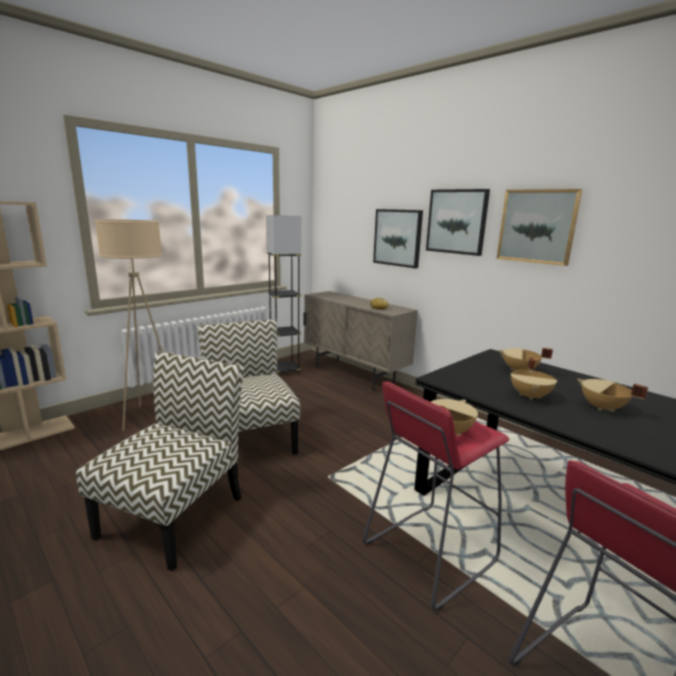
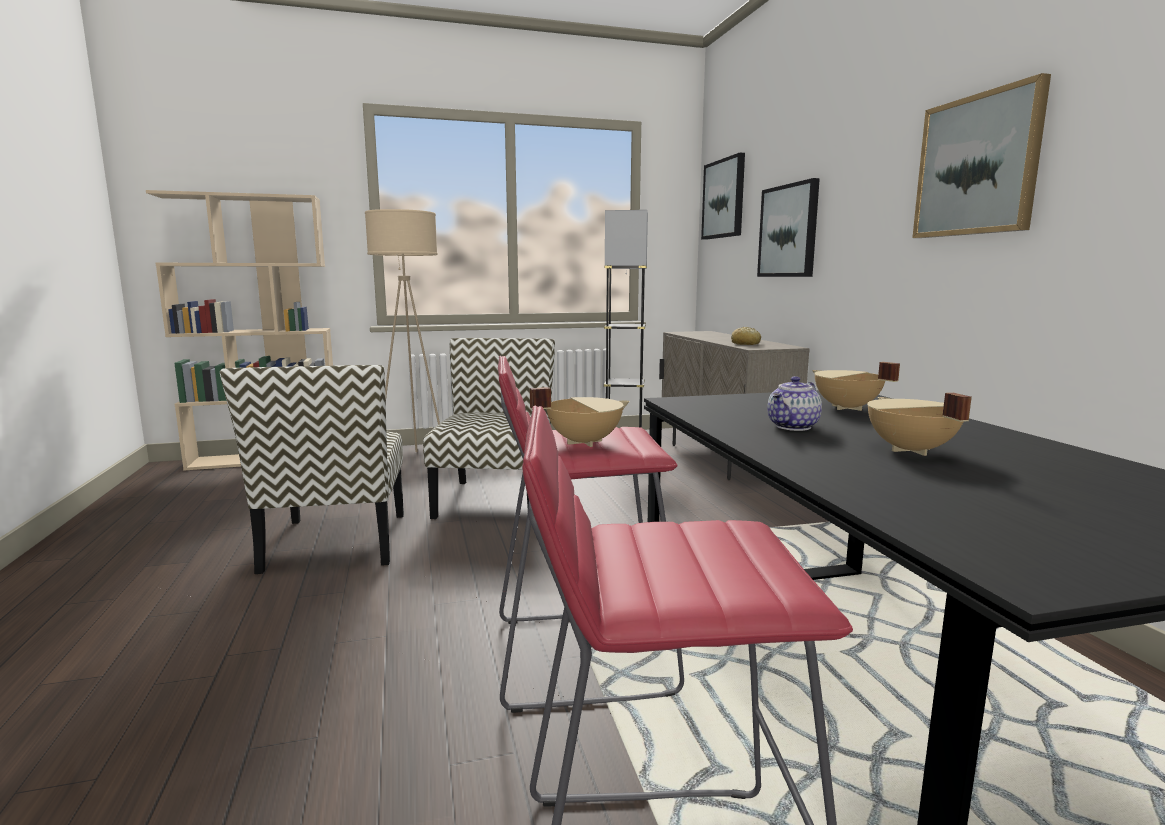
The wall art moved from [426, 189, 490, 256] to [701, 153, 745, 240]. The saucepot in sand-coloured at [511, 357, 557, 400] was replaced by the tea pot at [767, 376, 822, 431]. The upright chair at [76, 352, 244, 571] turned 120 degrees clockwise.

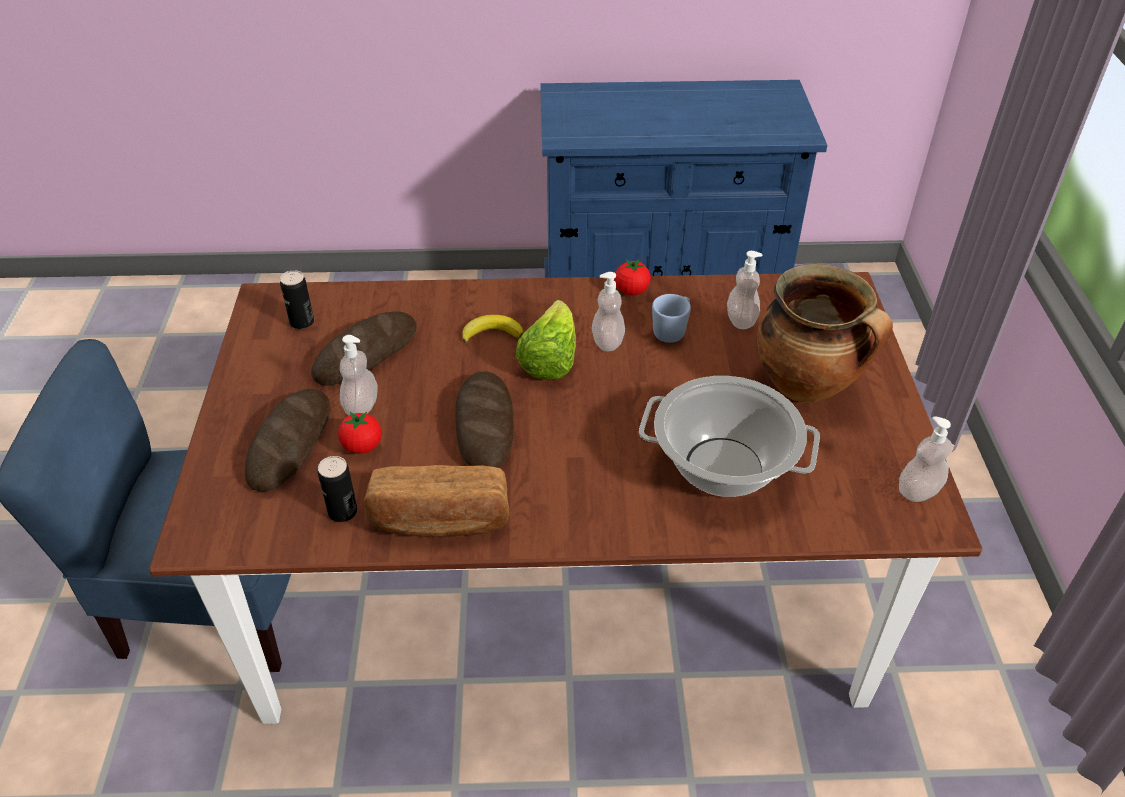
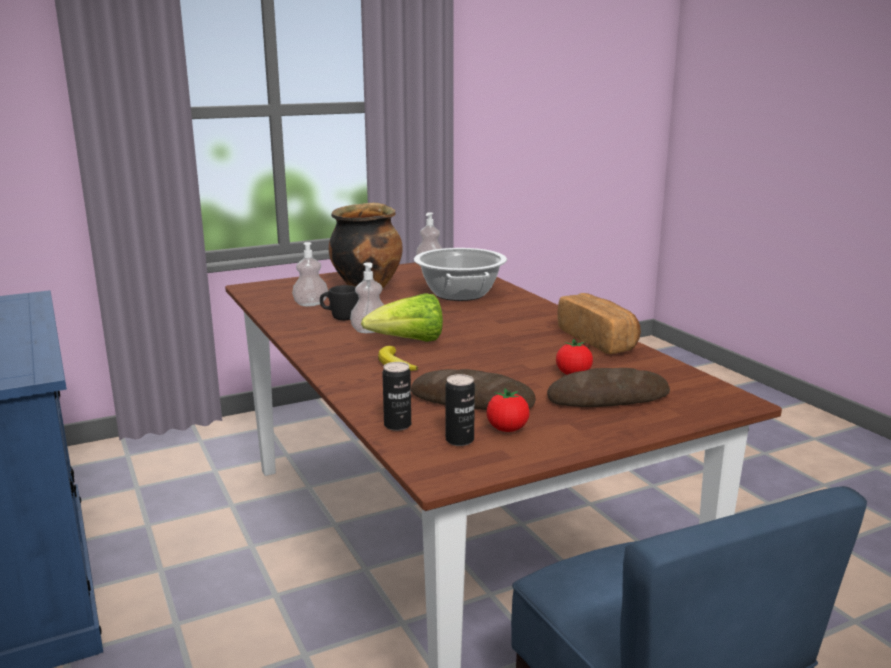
The soap dispenser at [340, 335, 378, 415] disappeared. The bread at [455, 371, 514, 468] disappeared. The sealed can moved from [318, 456, 358, 522] to [382, 362, 411, 431]. The whole tomato moved from [614, 259, 651, 295] to [487, 388, 529, 432]. The mug in blue-coloured at [652, 294, 691, 343] became the mug in black at [320, 285, 359, 320].

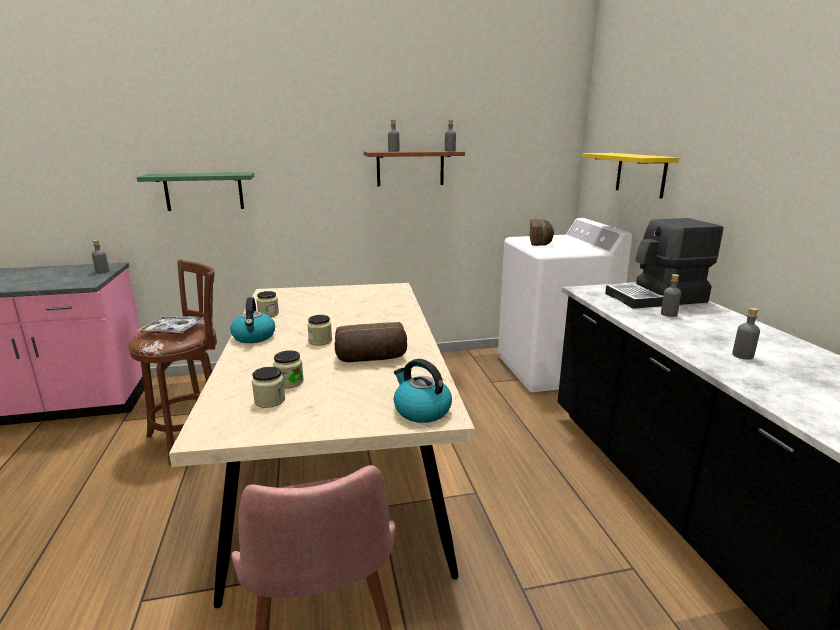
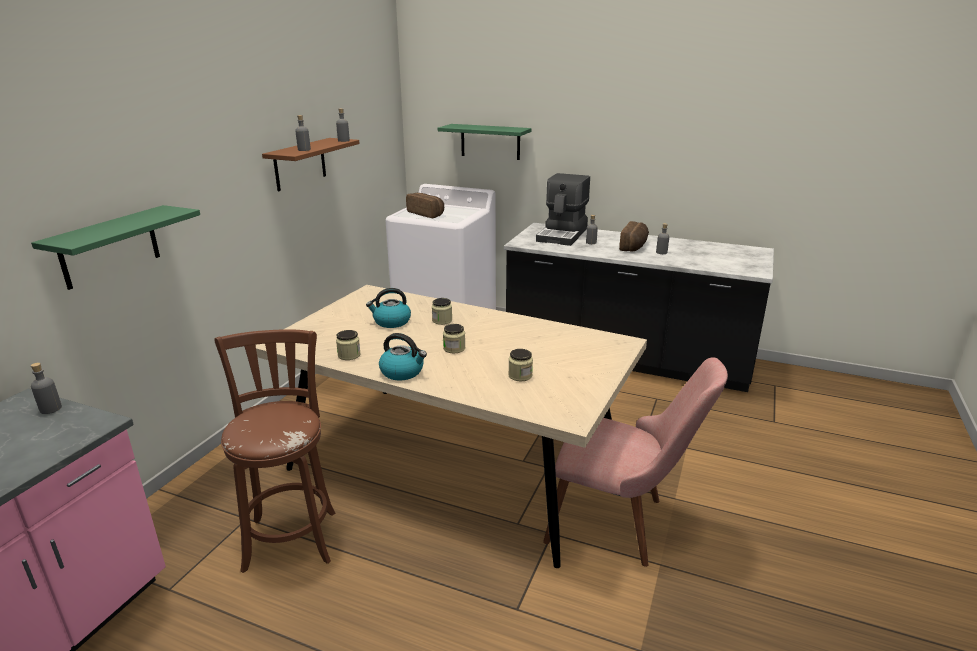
The tray at [137, 316, 204, 335] disappeared. The preserve jar moved from [252, 367, 285, 408] to [432, 298, 452, 325]. The bread moved from [335, 322, 407, 362] to [619, 221, 649, 252]. The water kettle moved from [394, 359, 452, 423] to [366, 288, 411, 328]. The wall shelf in yellowish at [582, 153, 679, 199] became the wall shelf in green at [438, 124, 532, 160].

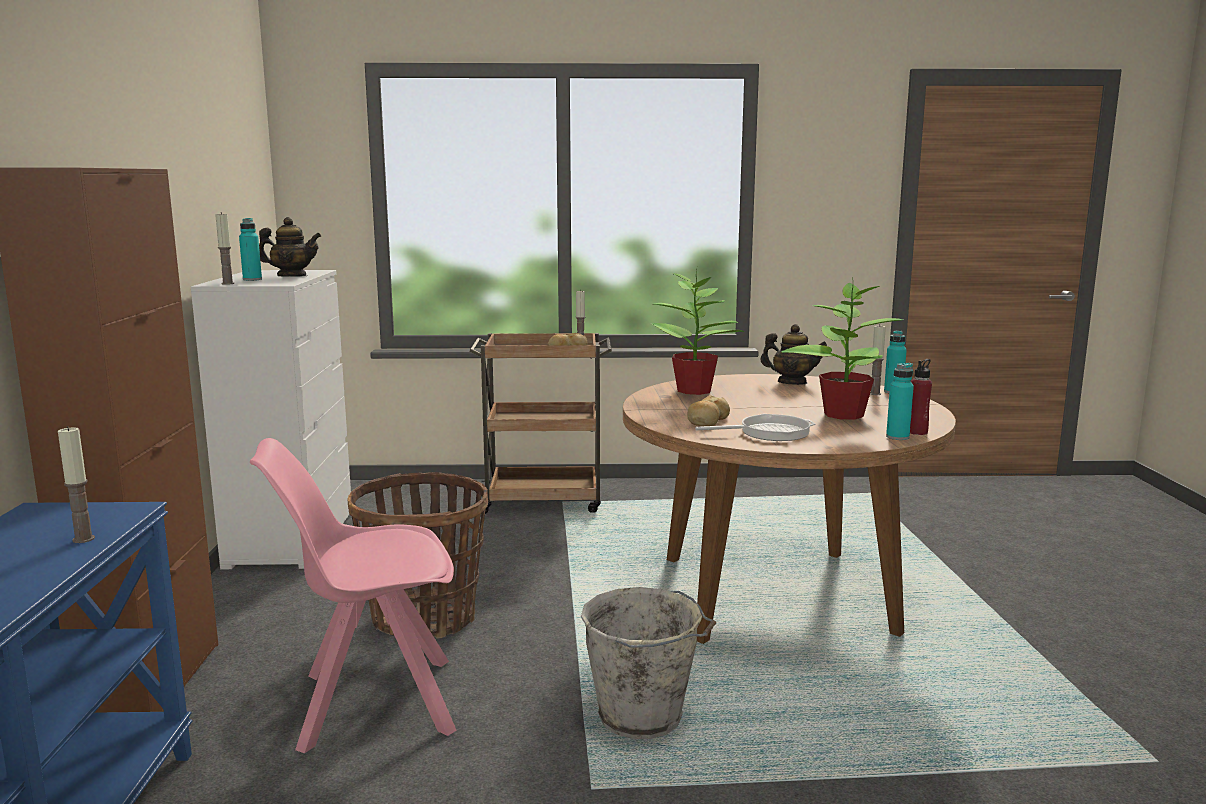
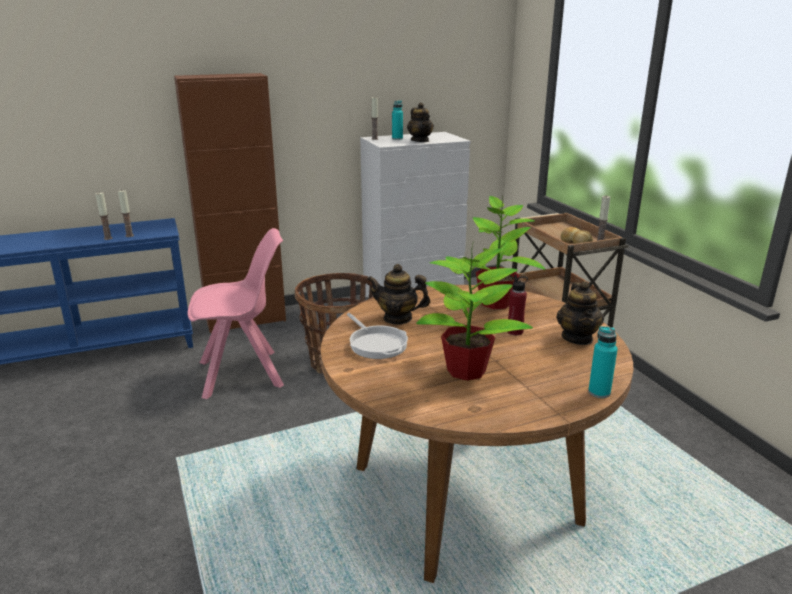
The pail in greyish at [581, 587, 716, 739] disappeared. The drink bottle in turquoise at [886, 363, 914, 440] disappeared. The wax light moved from [870, 324, 886, 395] to [96, 192, 112, 240]. The drink bottle in red-coloured moved from [910, 359, 932, 435] to [507, 275, 528, 335]. The bread at [688, 395, 730, 426] was replaced by the tea pot at [367, 264, 430, 325]. The upright chair in pink at [250, 438, 457, 753] turned 105 degrees clockwise.

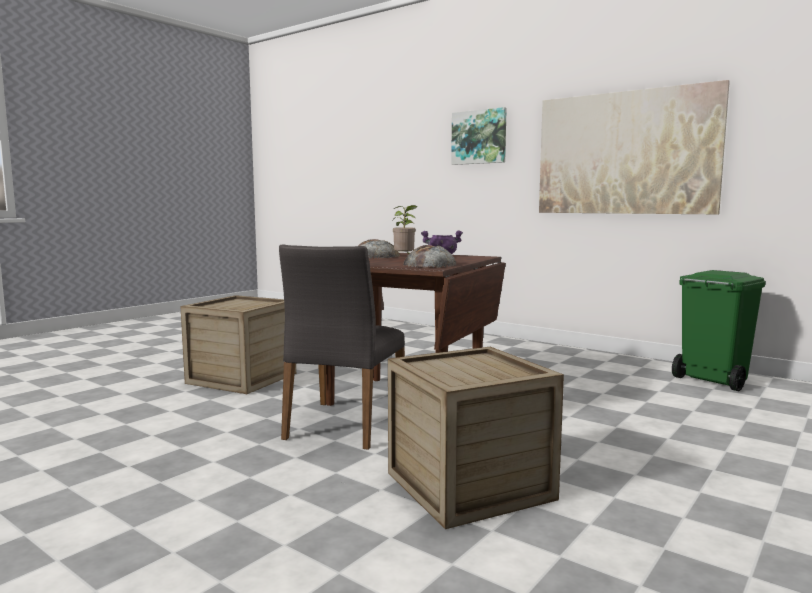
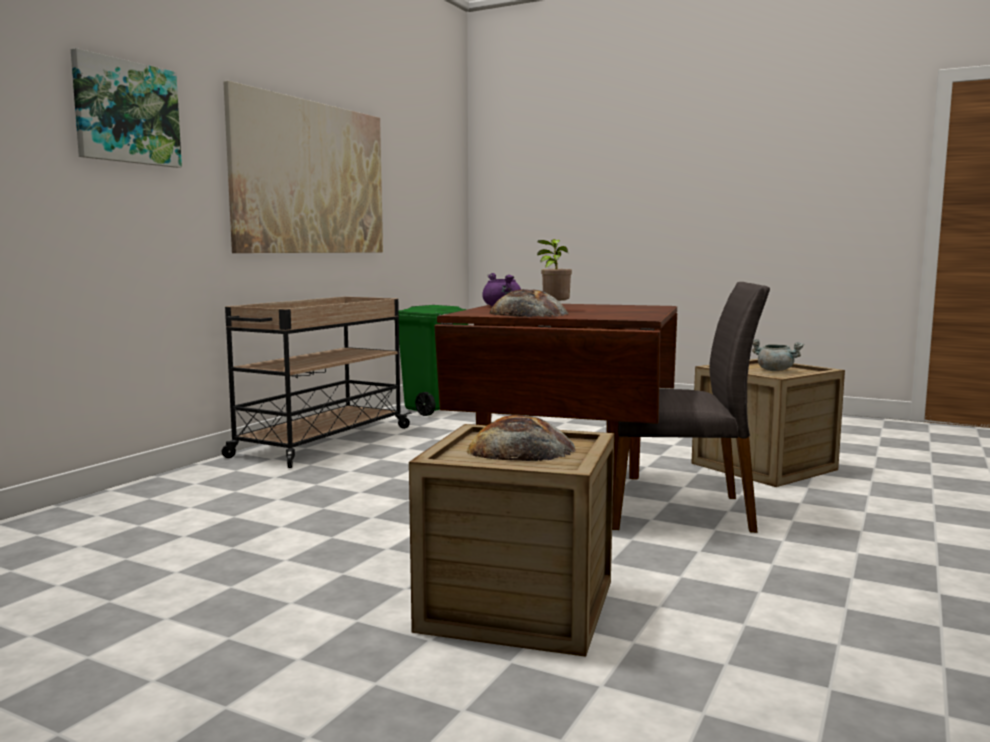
The trolley in sand-coloured at [222, 297, 412, 468] appeared. The saucepot in greyish at [752, 339, 804, 371] appeared. The bread moved from [403, 245, 457, 268] to [467, 415, 575, 461].

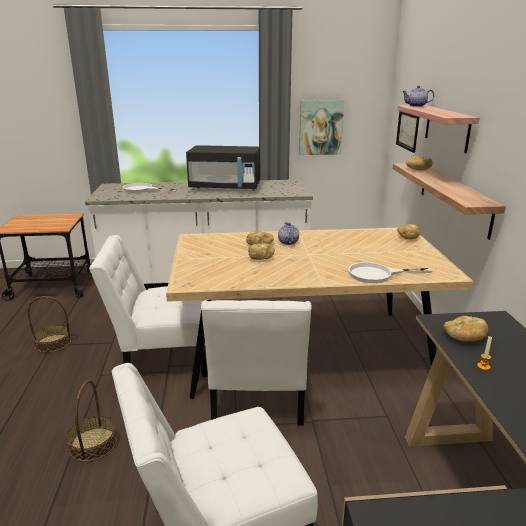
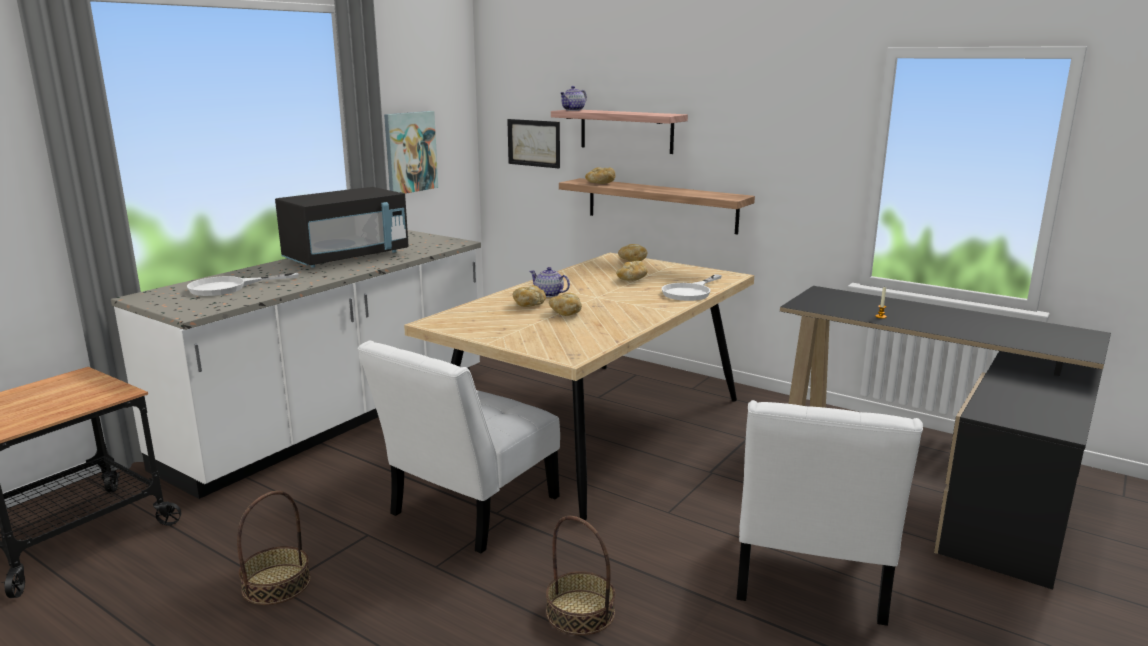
The upright chair in white at [201, 300, 311, 426] disappeared. The bread moved from [444, 316, 488, 341] to [616, 261, 648, 281].

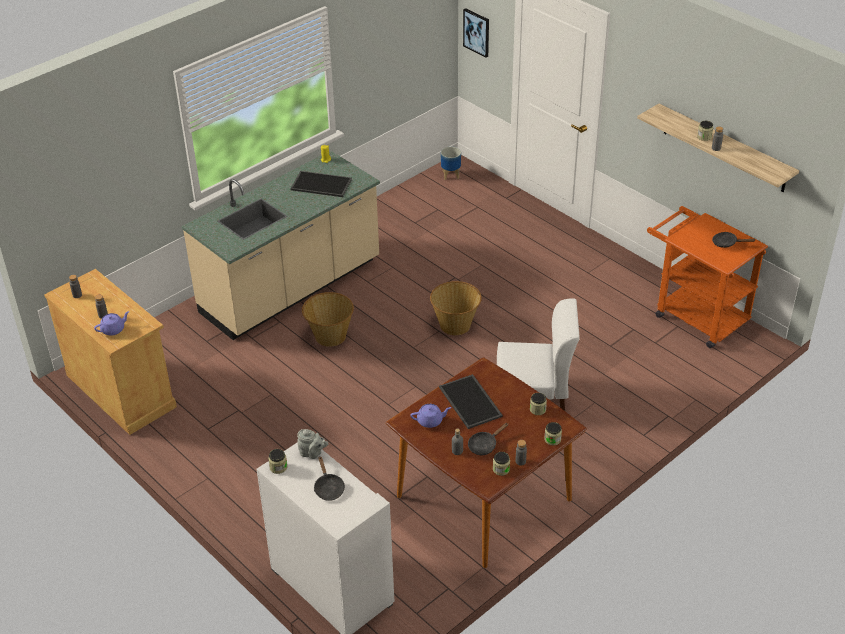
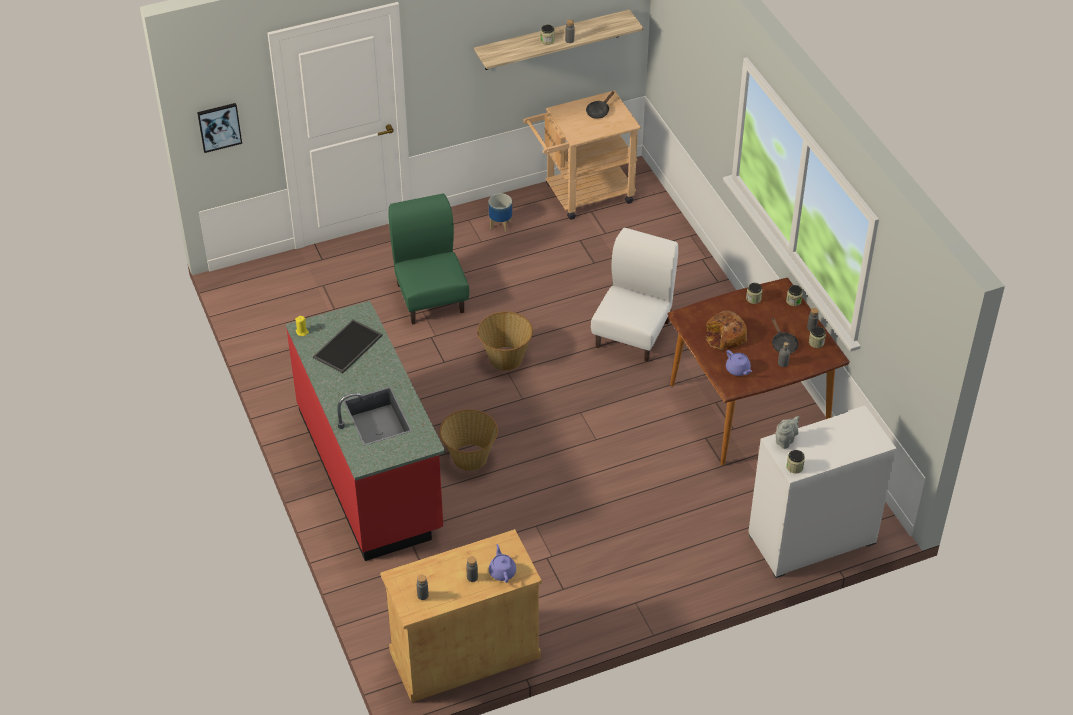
The frying pan in black at [314, 456, 345, 501] disappeared. The upright chair in green at [389, 194, 470, 325] appeared. The flower pot moved from [441, 147, 461, 180] to [489, 193, 512, 232]. The tray at [439, 374, 503, 429] was replaced by the bread at [704, 310, 747, 351]. The counter in sand-coloured at [182, 151, 380, 340] became the counter in red-coloured at [286, 301, 445, 561]. The trolley in orangey at [647, 206, 768, 348] became the trolley in sand-coloured at [523, 90, 641, 220]. The tea pot in purple at [411, 404, 451, 428] turned 135 degrees clockwise.

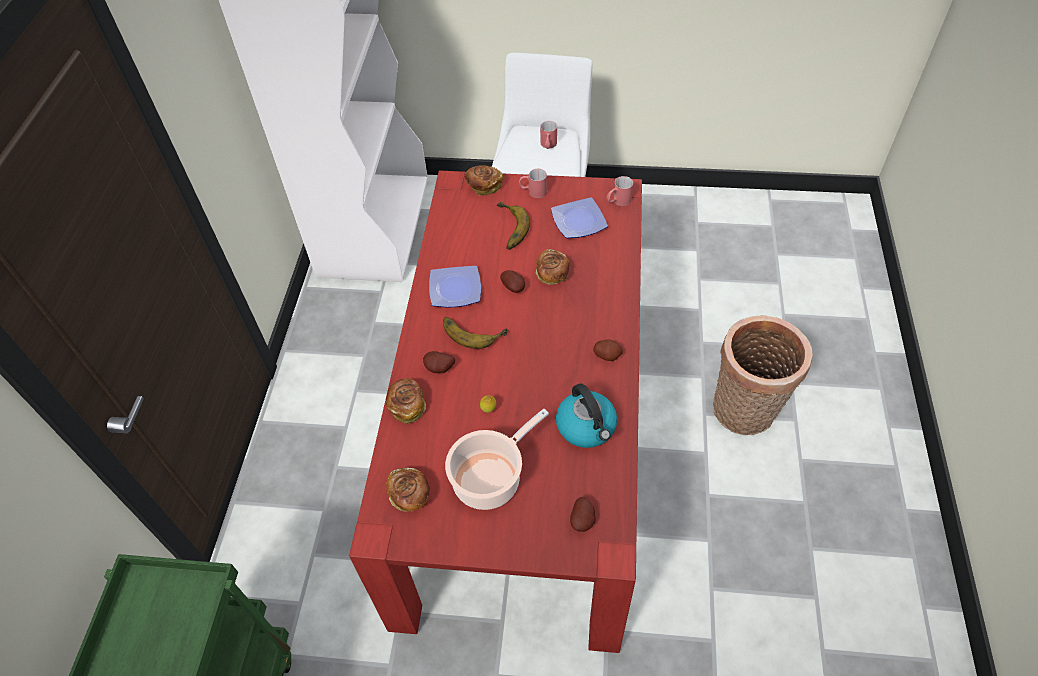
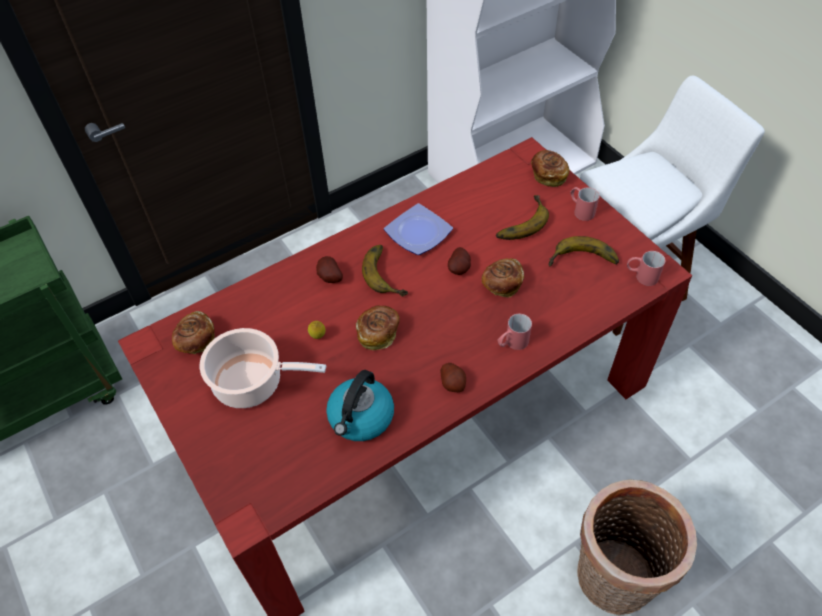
The whole potato at [570, 497, 596, 532] disappeared. The bread moved from [386, 378, 426, 423] to [356, 305, 399, 350]. The mug in red-coloured moved from [540, 121, 557, 149] to [498, 314, 532, 350]. The flat dish at [551, 197, 608, 238] was replaced by the banana fruit at [549, 236, 619, 266].

